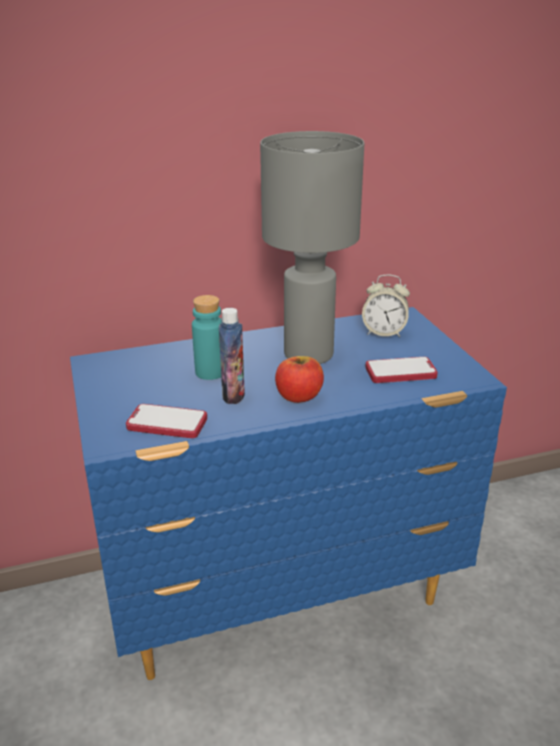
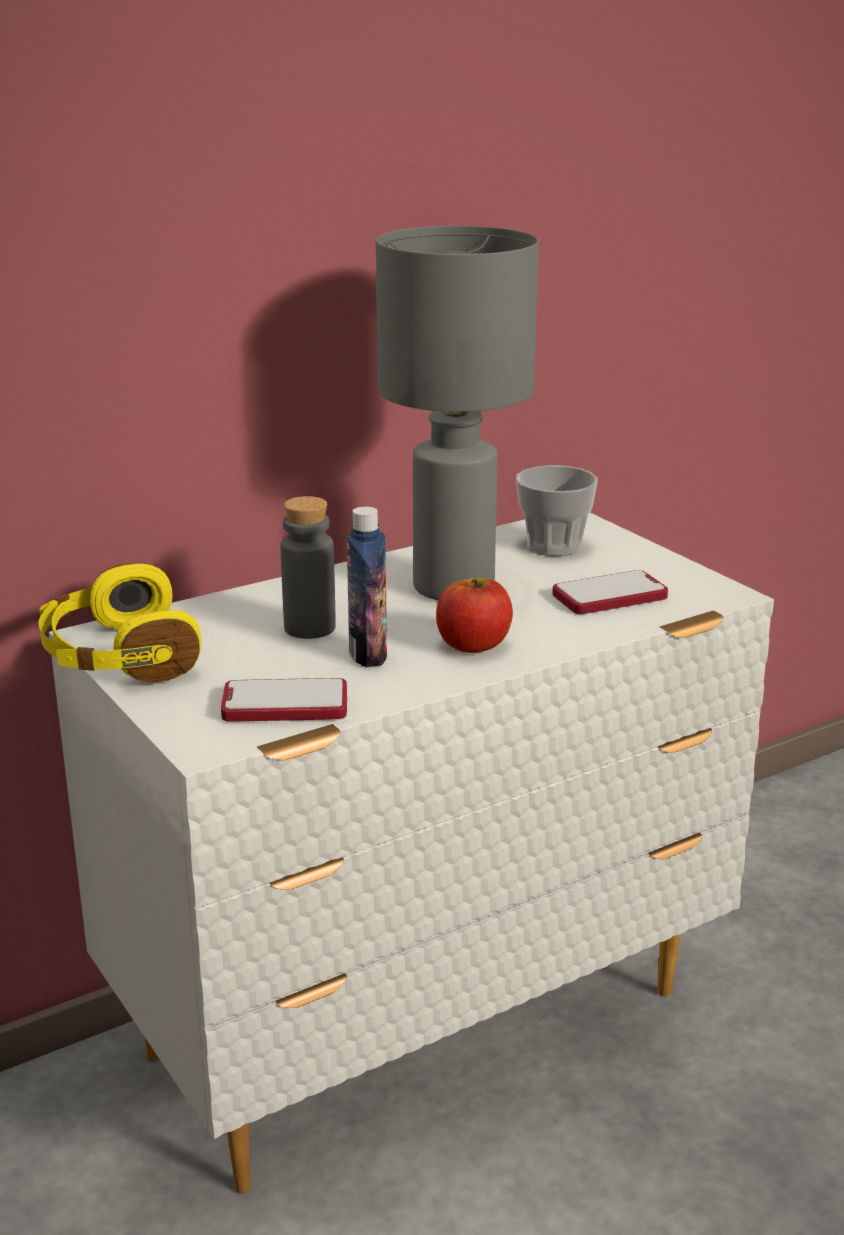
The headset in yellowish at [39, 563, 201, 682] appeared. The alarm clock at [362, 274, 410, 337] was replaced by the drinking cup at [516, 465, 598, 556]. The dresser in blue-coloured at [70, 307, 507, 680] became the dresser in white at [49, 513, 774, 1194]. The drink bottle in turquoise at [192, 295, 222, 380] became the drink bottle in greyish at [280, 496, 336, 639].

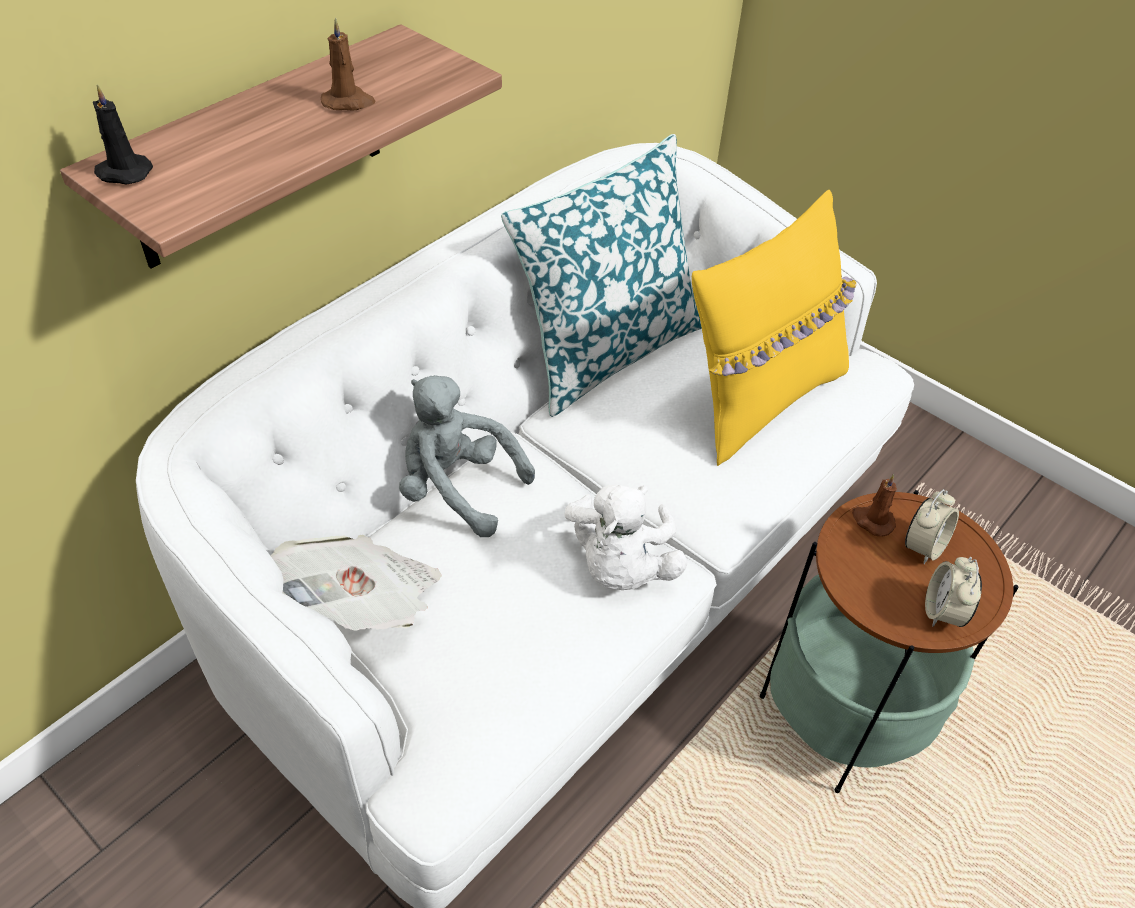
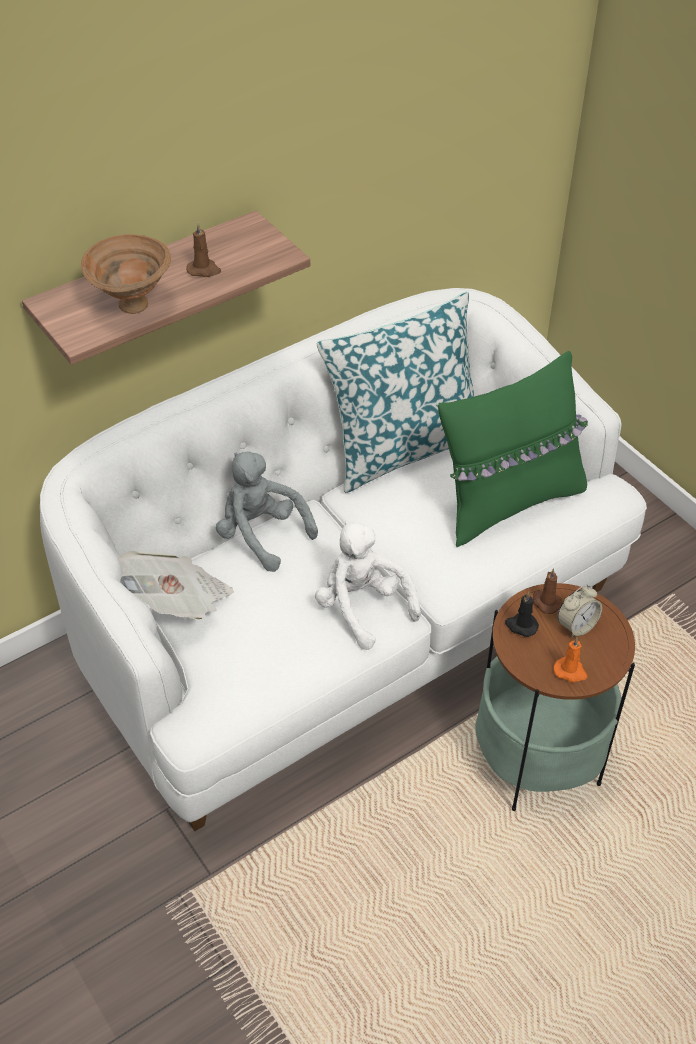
The bowl in brown-coloured at [81, 234, 171, 314] appeared. The wax light in black moved from [93, 84, 153, 184] to [505, 592, 539, 637]. The alarm clock at [925, 557, 982, 627] was replaced by the wax light in orangey at [553, 638, 588, 682]. The pillow in yellowish at [692, 190, 856, 466] became the pillow in green at [438, 351, 588, 547]. The plush toy in white at [565, 485, 687, 590] turned 120 degrees clockwise.

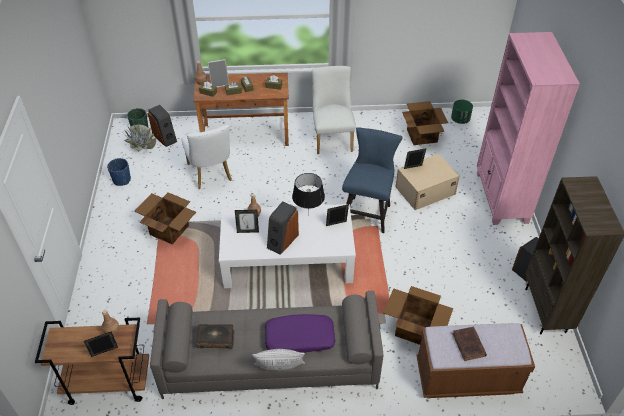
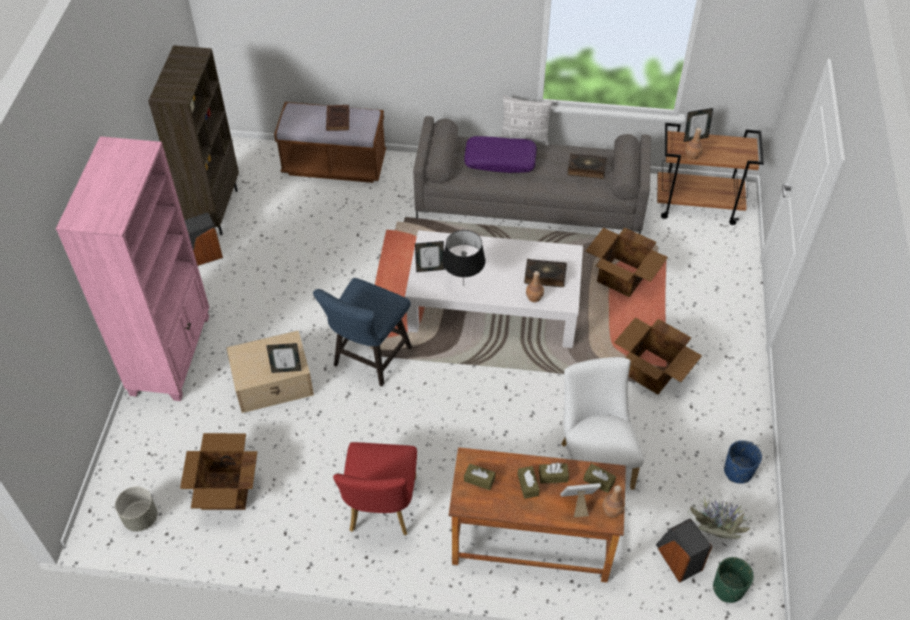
The audio speaker at [267, 201, 299, 255] disappeared. The carton moved from [383, 286, 453, 345] to [586, 228, 668, 297]. The photo frame at [235, 210, 259, 233] was replaced by the book at [524, 258, 567, 287]. The upright chair in white at [312, 66, 356, 154] became the upright chair in red-coloured at [333, 442, 417, 535]. The flower pot in green at [451, 100, 473, 124] became the flower pot in greyish at [115, 487, 157, 531].

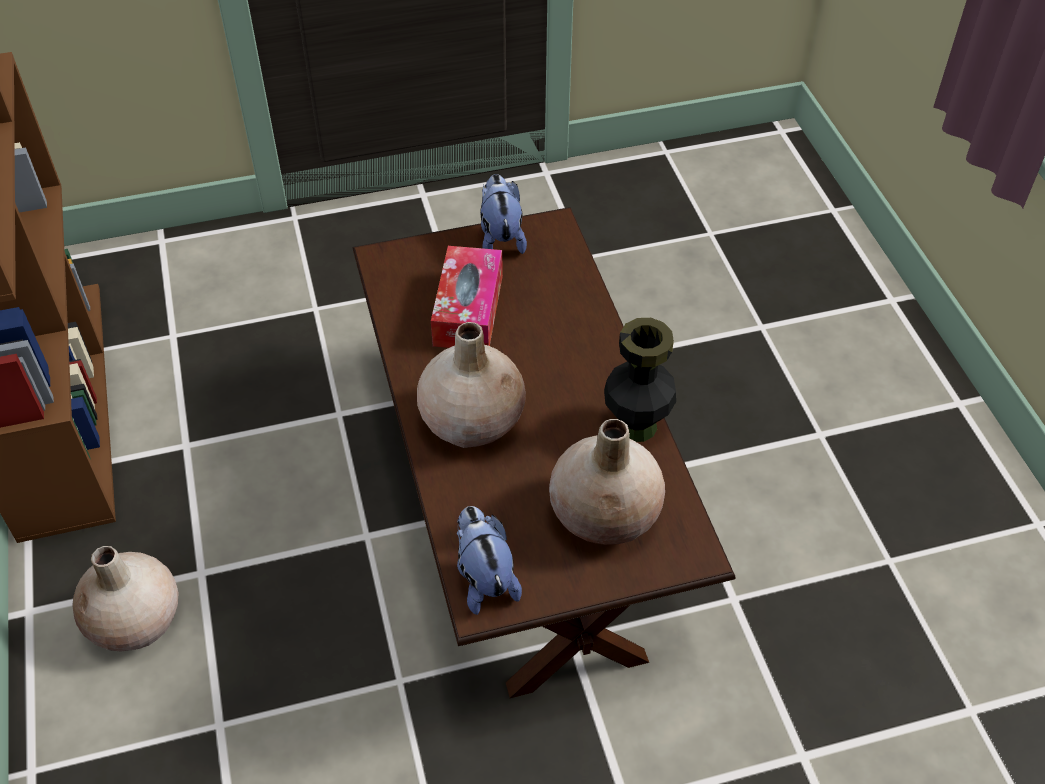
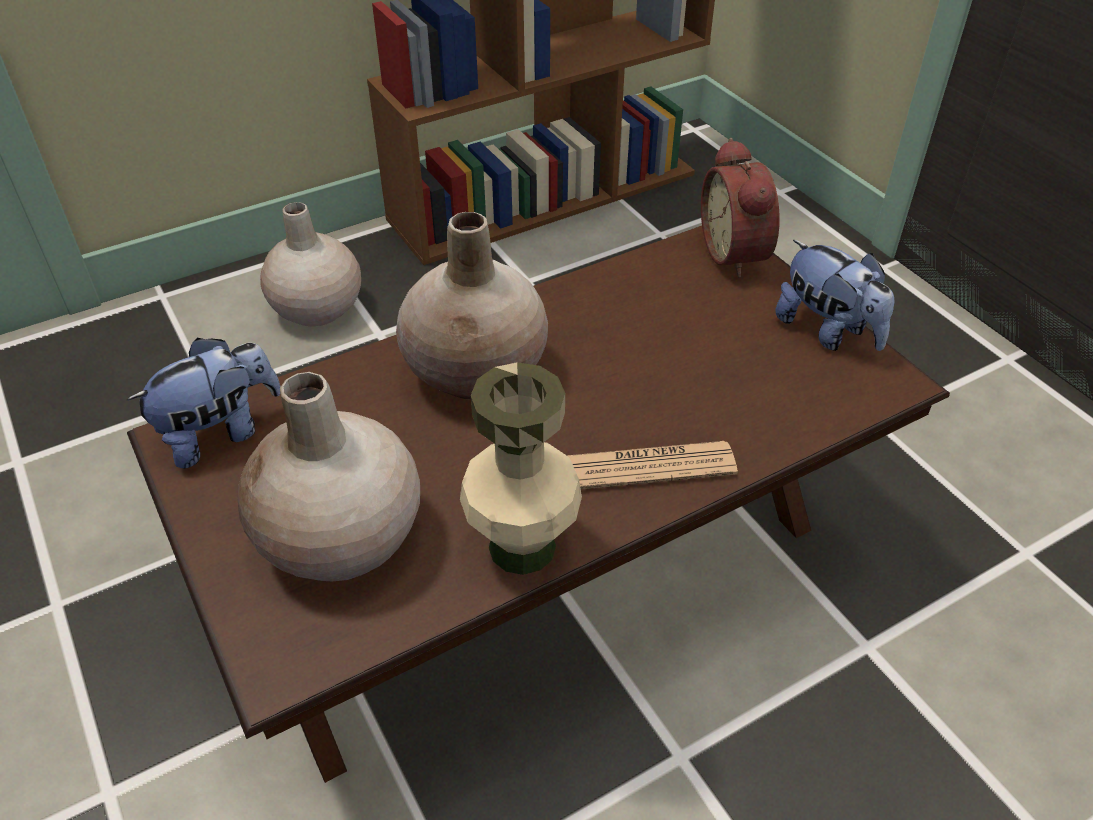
The box of tissues at [431, 246, 503, 348] disappeared. The daily paper at [567, 441, 738, 489] appeared. The alarm clock at [701, 138, 780, 278] appeared. The decorative vase in black at [604, 318, 676, 442] became the decorative vase in sand-coloured at [460, 362, 582, 575]. The plush toy at [480, 174, 527, 254] turned 75 degrees clockwise.

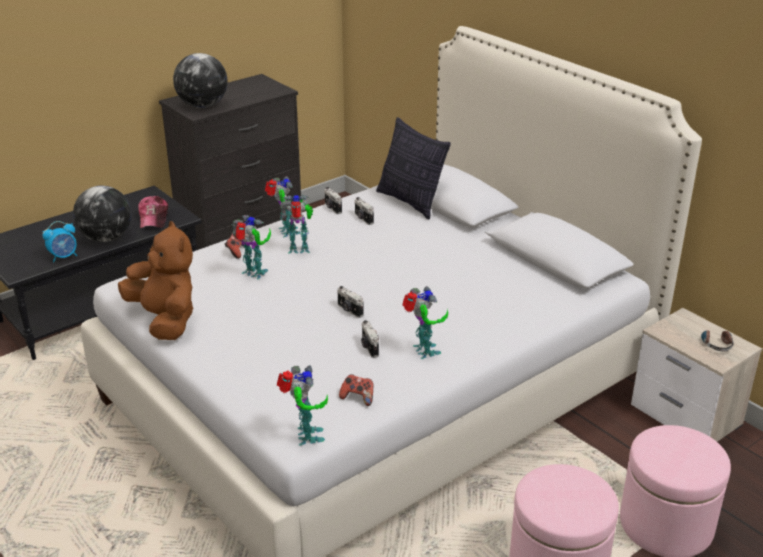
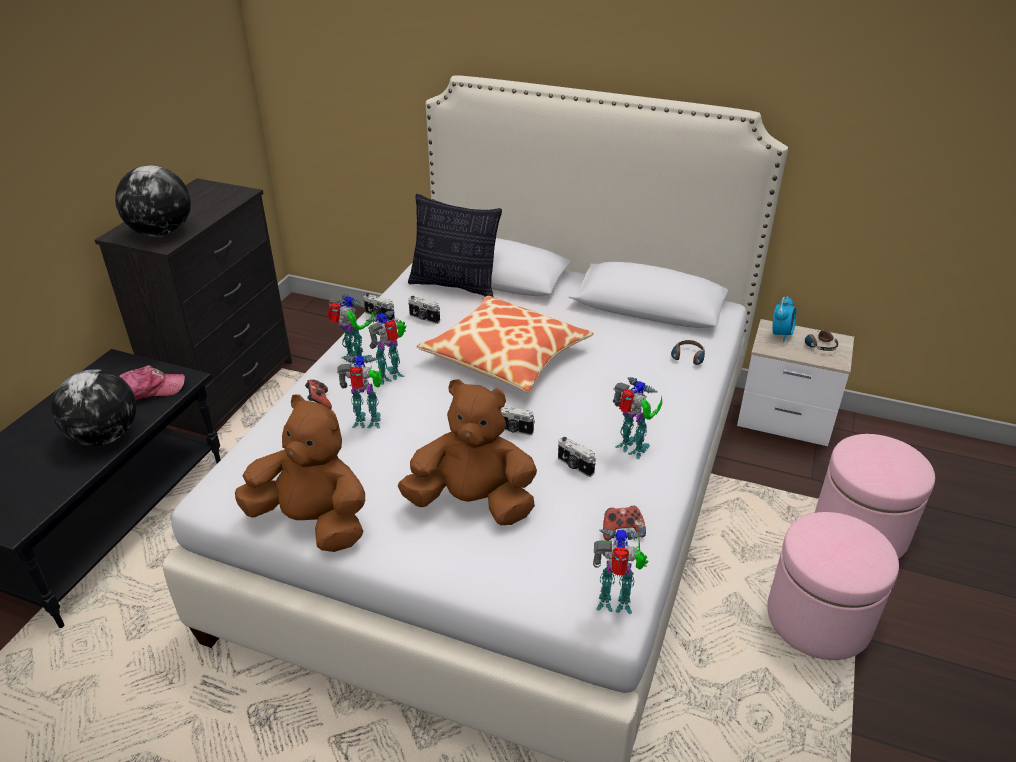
The plush toy in brown-coloured at [398, 379, 537, 525] appeared. The pillow at [417, 296, 593, 392] appeared. The headset at [671, 340, 705, 365] appeared. The alarm clock moved from [42, 221, 77, 263] to [773, 296, 796, 342]. The cap at [138, 196, 168, 229] turned 75 degrees counterclockwise. The model robot at [277, 365, 328, 446] turned 45 degrees counterclockwise.

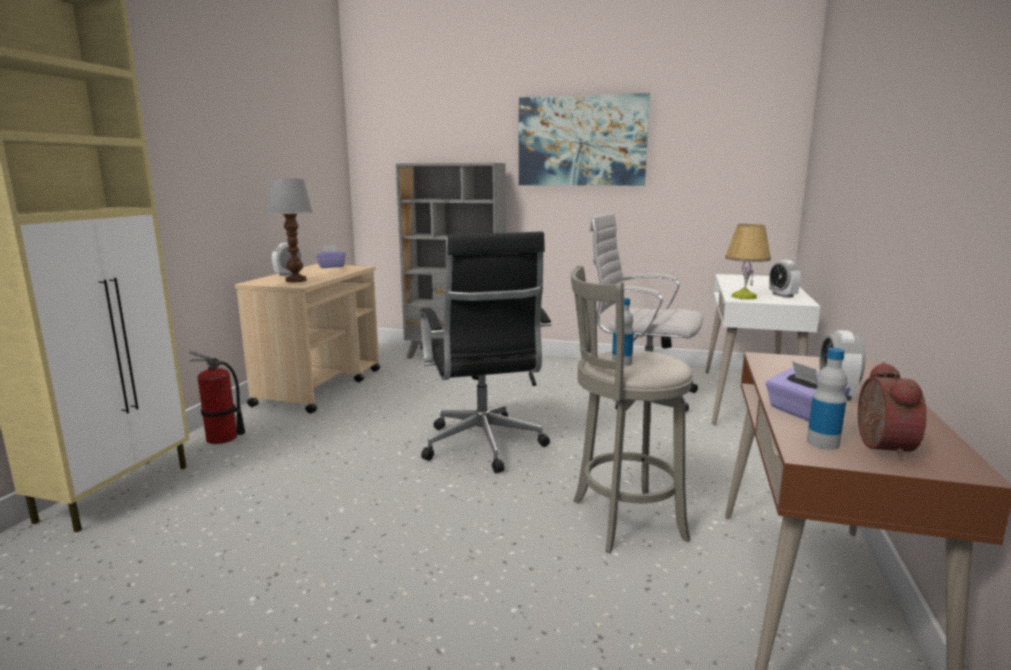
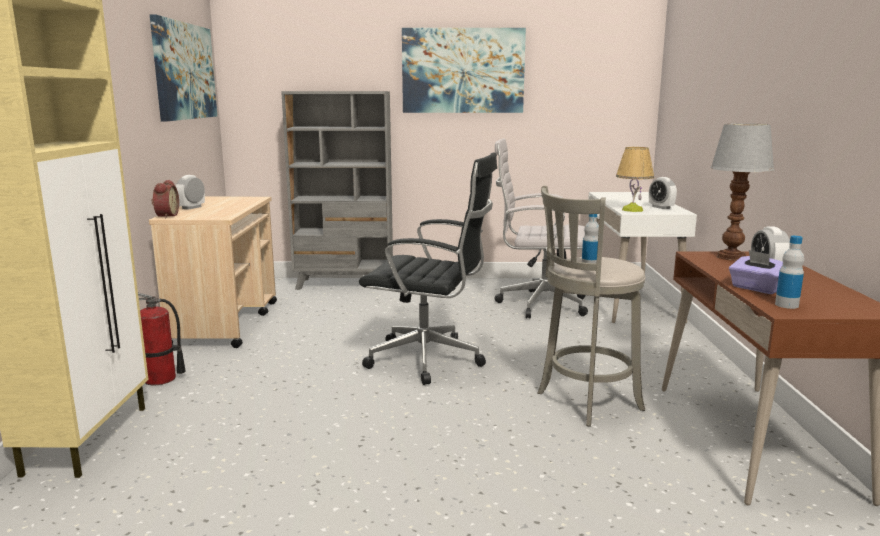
The box of tissues in purple at [316, 245, 346, 268] disappeared. The wall art at [150, 14, 217, 121] appeared. The table lamp moved from [266, 178, 313, 283] to [710, 123, 775, 261]. The alarm clock moved from [858, 362, 927, 460] to [151, 180, 179, 219]. The desk chair in black at [420, 232, 552, 473] turned 45 degrees counterclockwise.

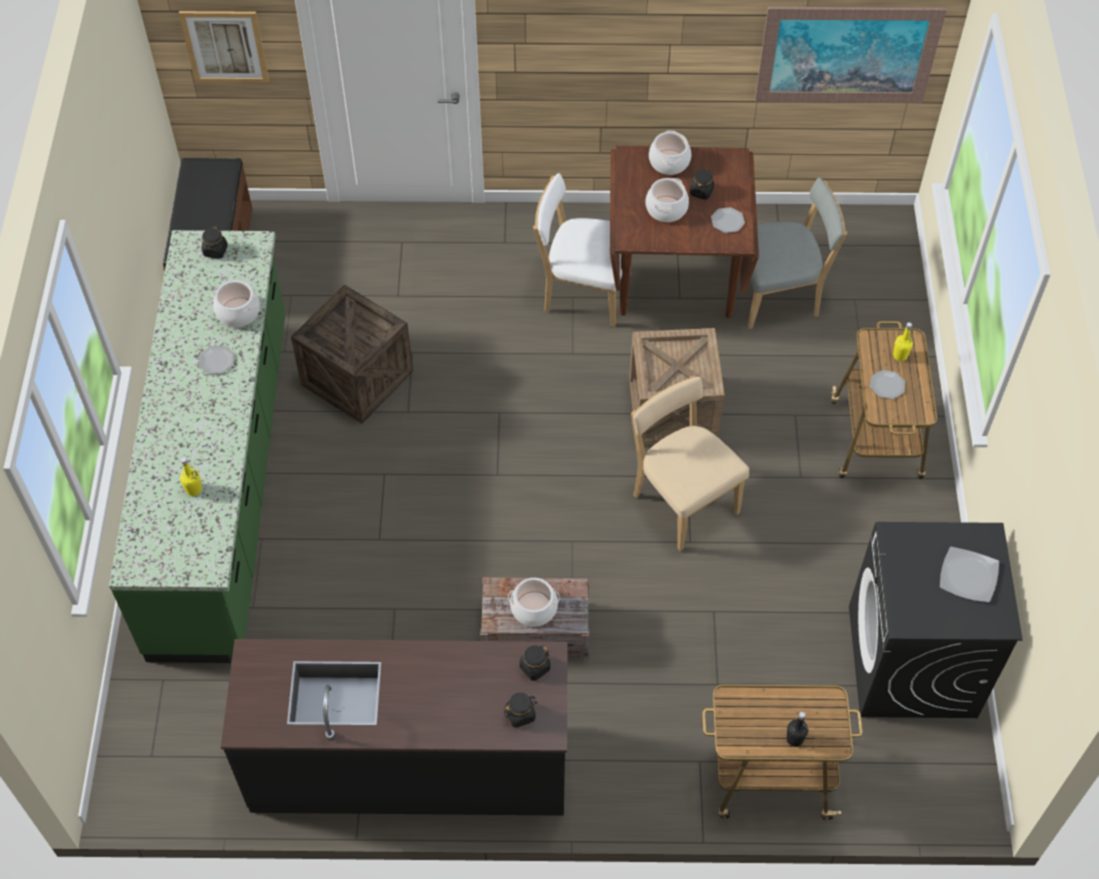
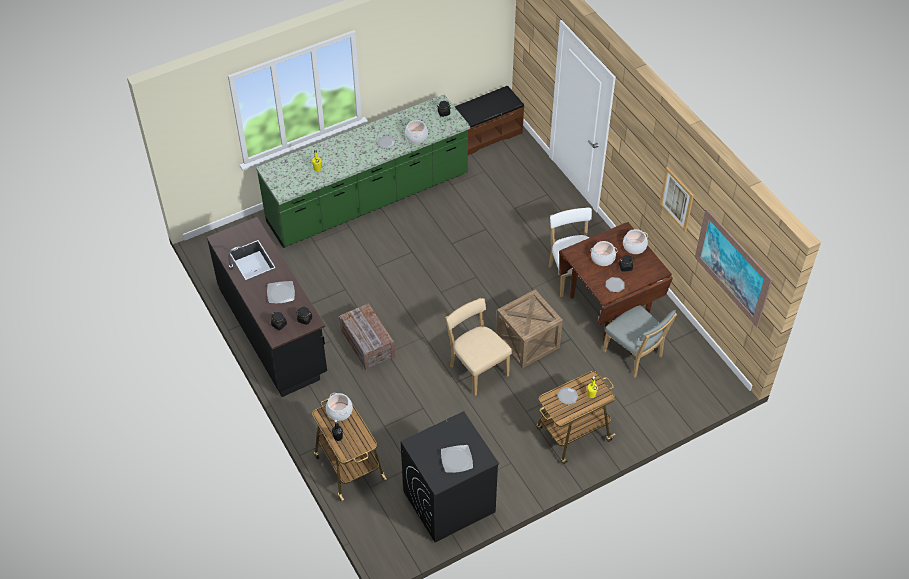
The crate at [291, 285, 413, 424] disappeared. The flat dish at [267, 281, 295, 304] appeared. The wall art moved from [179, 11, 269, 83] to [659, 167, 694, 232]. The saucepot moved from [508, 578, 560, 627] to [326, 393, 353, 421]. The upright chair in sand-coloured at [631, 376, 749, 551] turned 60 degrees counterclockwise.

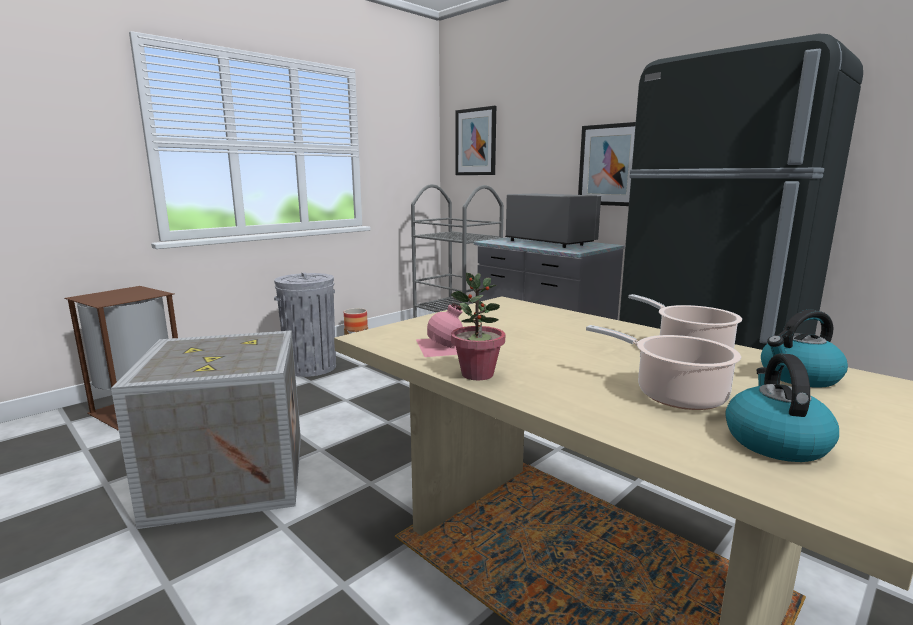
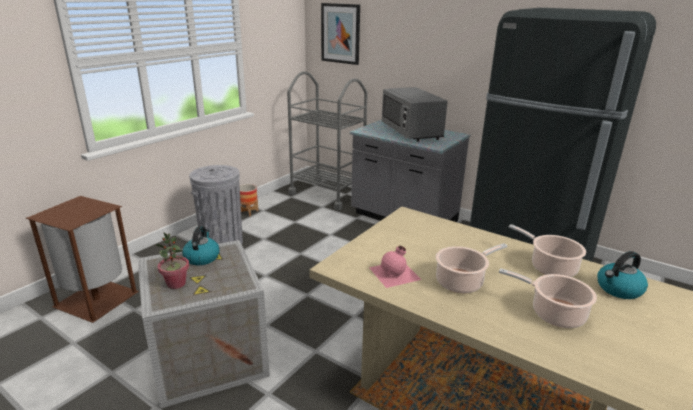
The wall art at [578, 122, 636, 206] disappeared. The saucepot at [436, 243, 508, 293] appeared. The houseplant moved from [451, 273, 505, 380] to [156, 232, 189, 289]. The water kettle moved from [725, 353, 839, 462] to [182, 226, 220, 265]. The microwave oven in greyish at [505, 194, 601, 248] turned 150 degrees counterclockwise.

